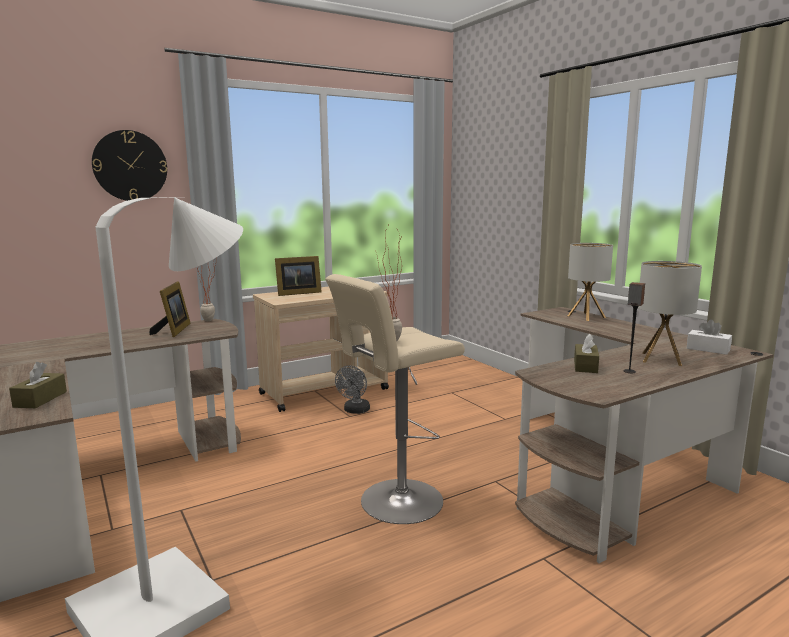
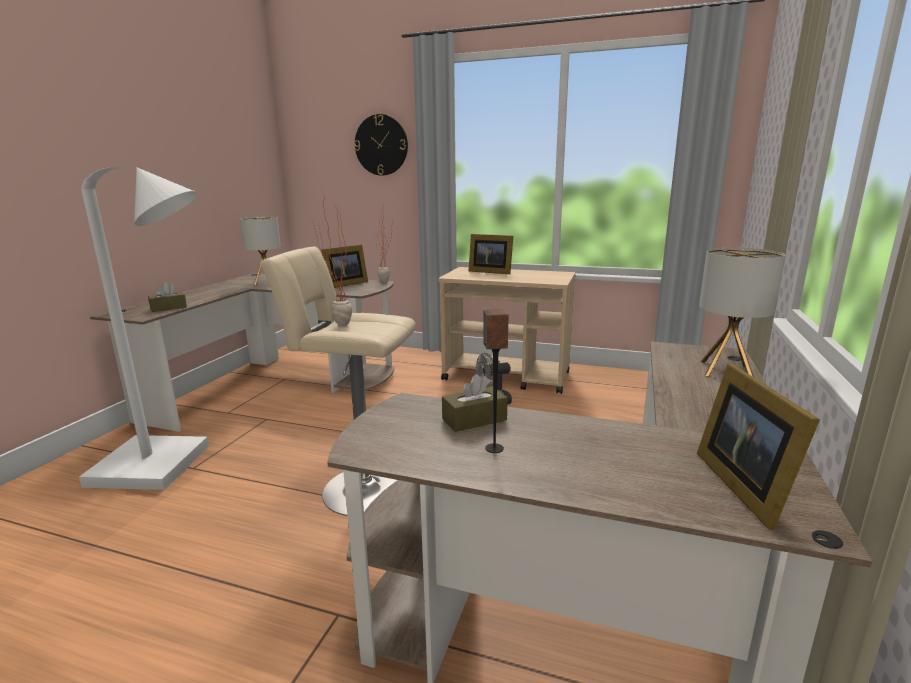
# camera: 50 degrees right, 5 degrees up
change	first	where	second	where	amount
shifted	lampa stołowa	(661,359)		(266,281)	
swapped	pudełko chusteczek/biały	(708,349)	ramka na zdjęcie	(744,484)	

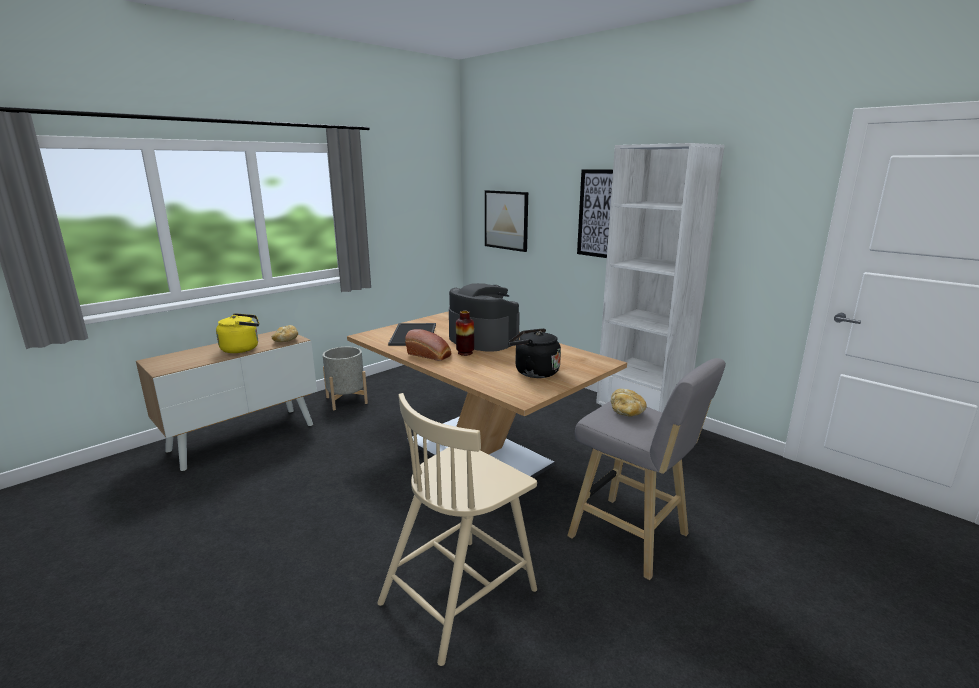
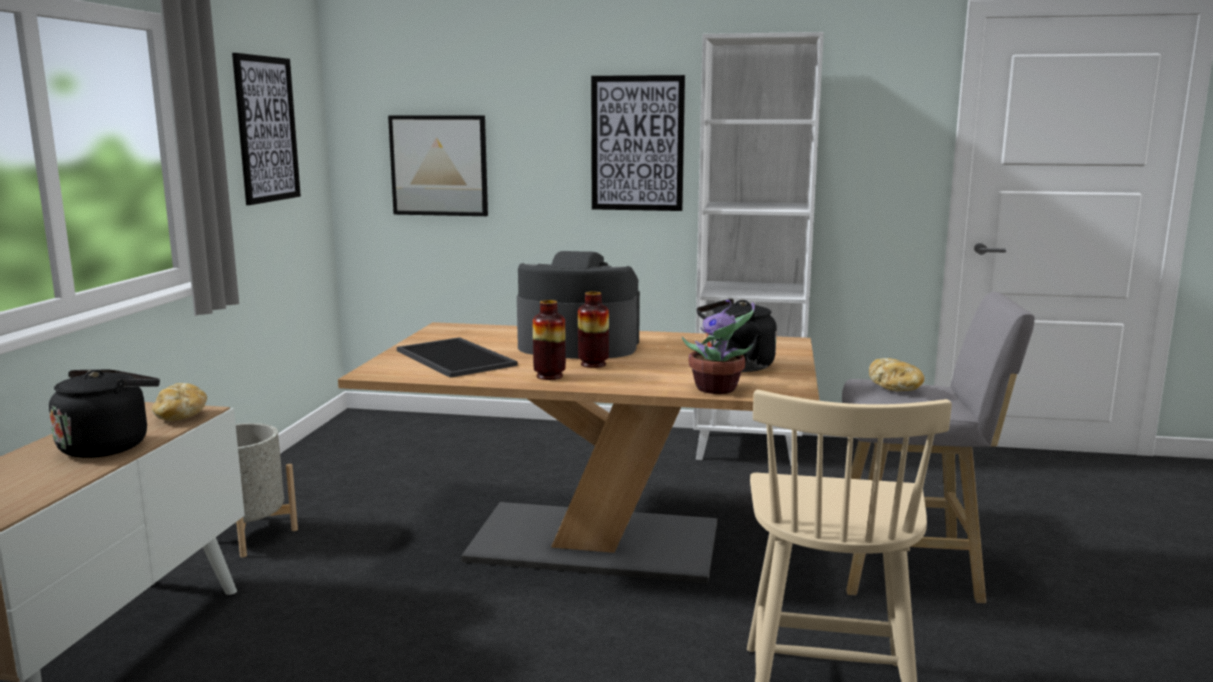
# camera: 35 degrees left, 5 degrees down
change	first	where	second	where	amount
repainted	czajnik/żółty	(242,348)	czajnik/czarny	(108,446)	
swapped	chleb	(430,355)	wazon	(549,376)	
new			obraz	(266,129)	
new			roślina doniczkowa	(718,389)	

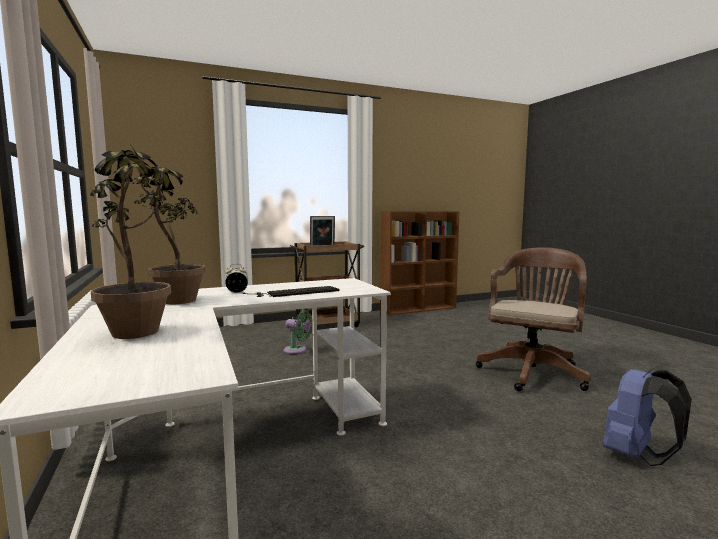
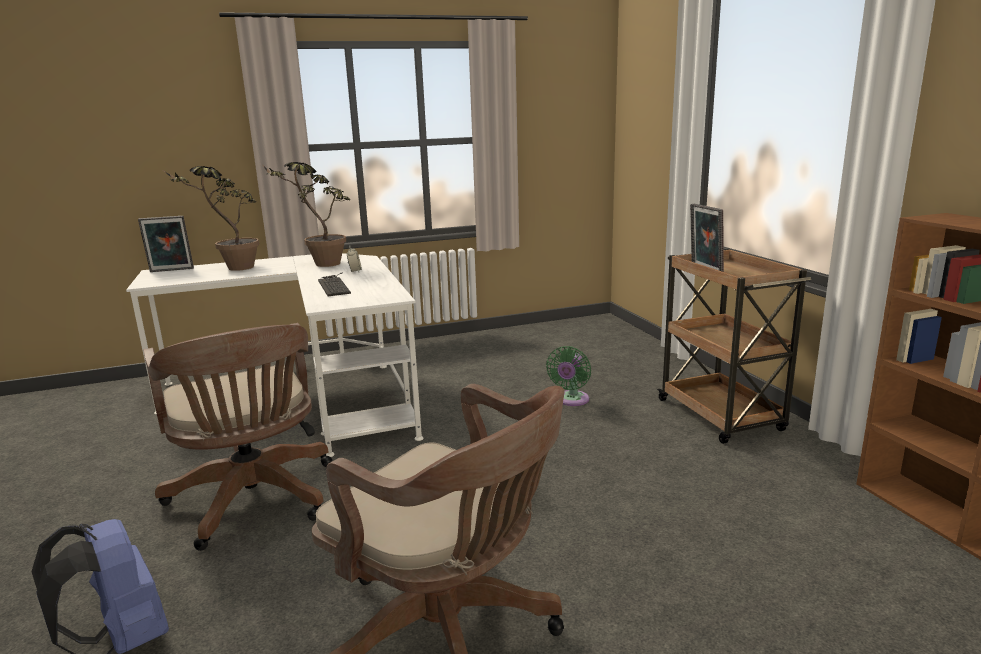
# camera: 95 degrees right, 10 degrees up
change	first	where	second	where	amount
new			ramka na zdjęcie	(171,270)	
new			krzesło biurowe/brązowy	(254,502)	

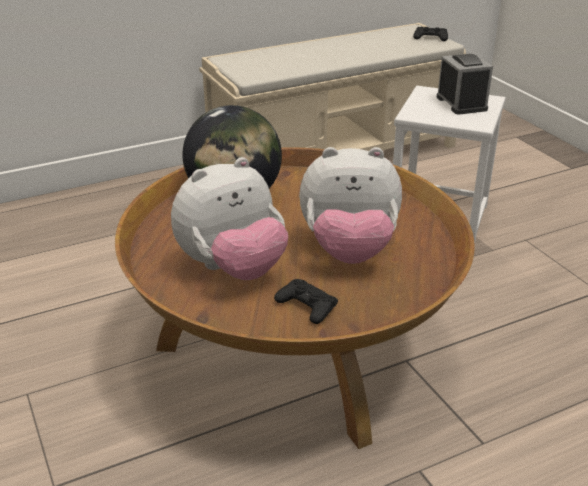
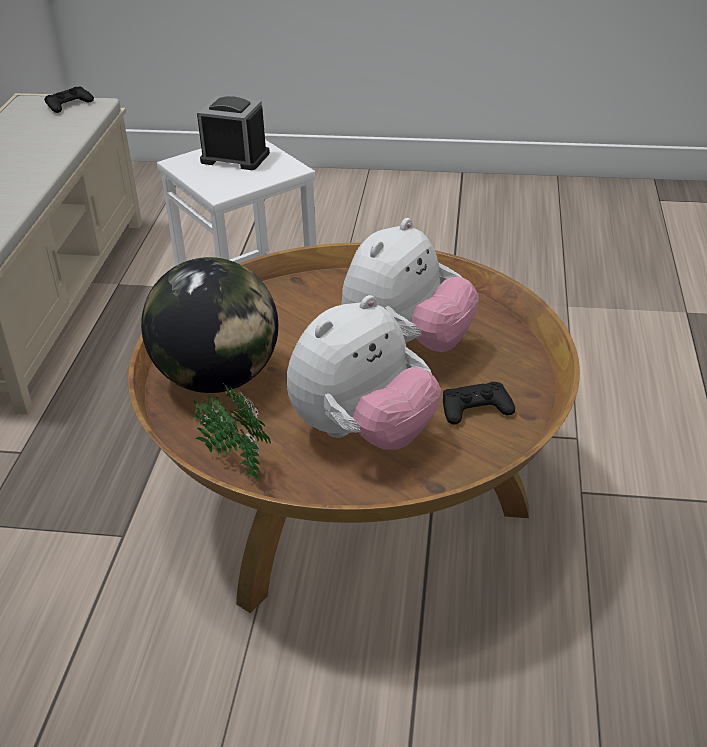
# camera: 55 degrees left, 5 degrees up
change	first	where	second	where	amount
rotated	pluszak	(233,269)		(363,432)	45 degrees clockwise
new			roślina doniczkowa	(235,460)	

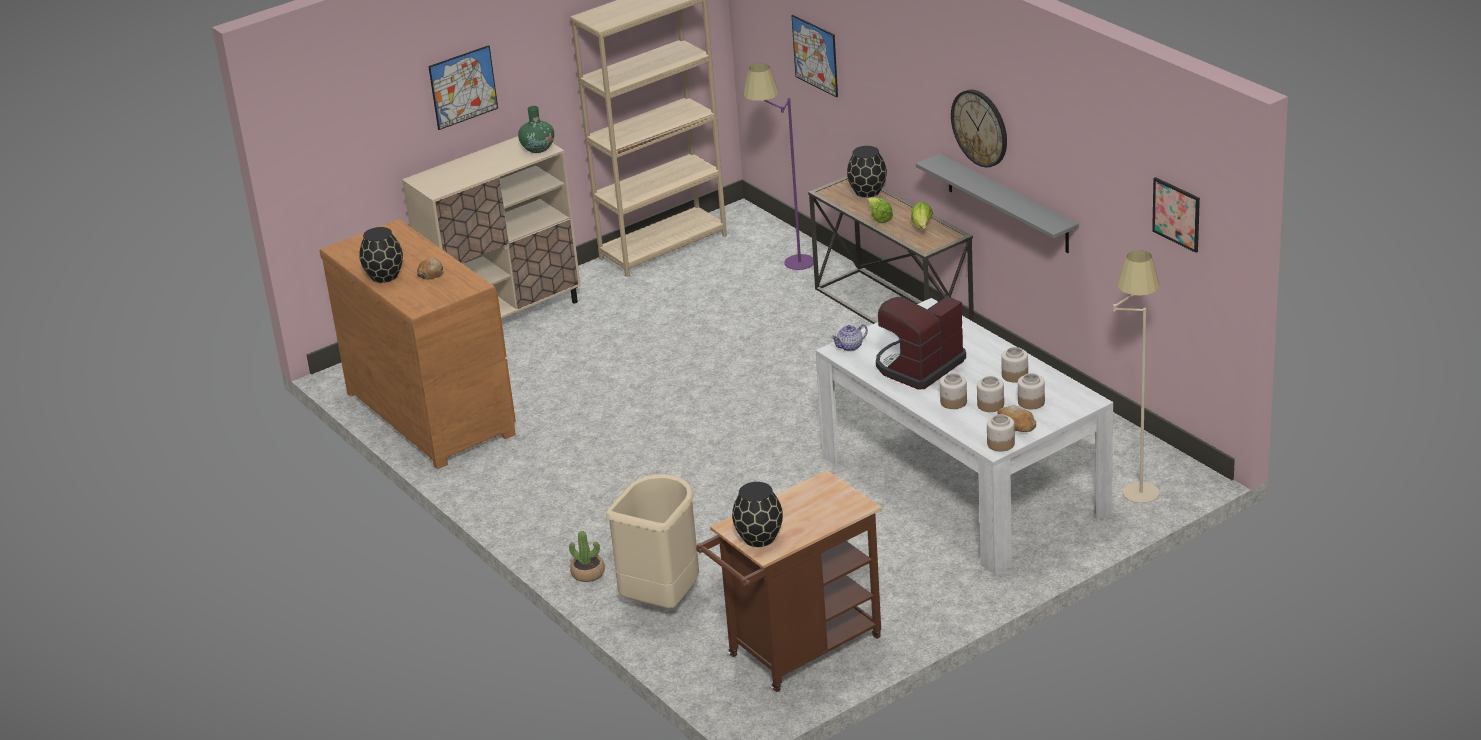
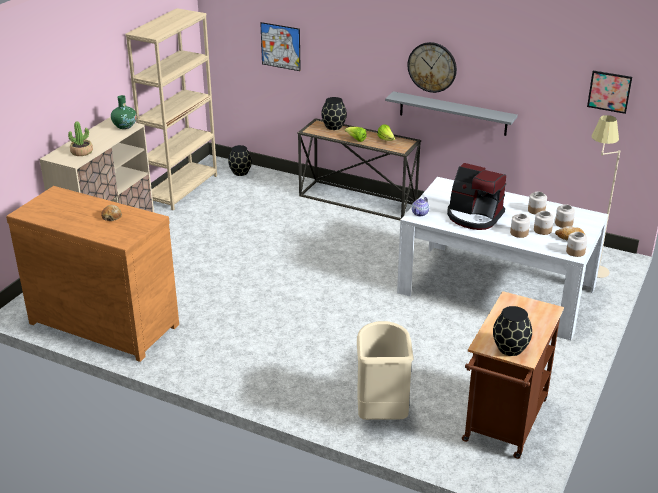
# camera: 30 degrees left, 0 degrees up
change	first	where	second	where	amount
gone	obraz	(463,87)			
gone	lampa stojąca/fioletowy	(785,263)			
shifted	wazon/czarny	(384,276)		(240,172)	
rotated	ekspres do kawy	(918,366)		(474,216)	75 degrees counterclockwise
shifted	roślina doniczkowa	(588,573)		(82,152)	

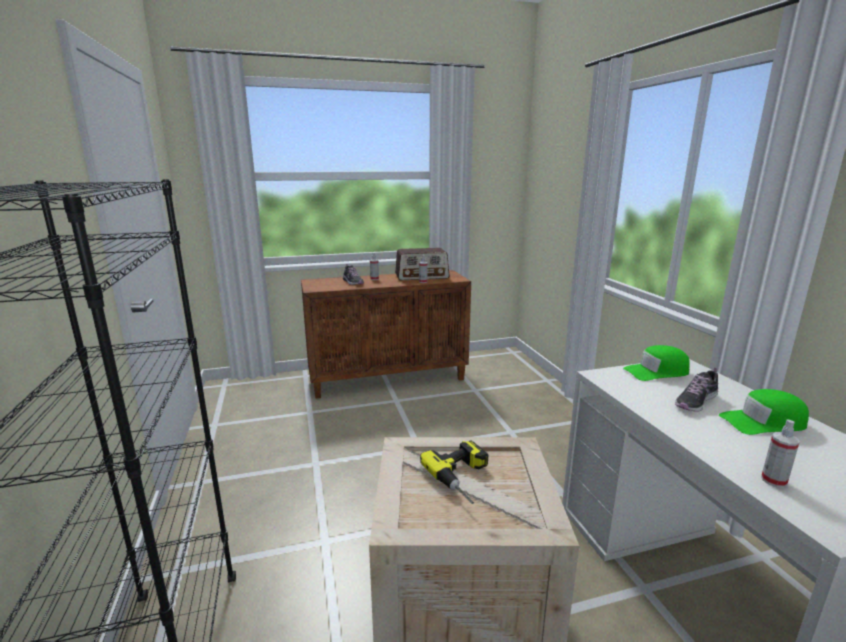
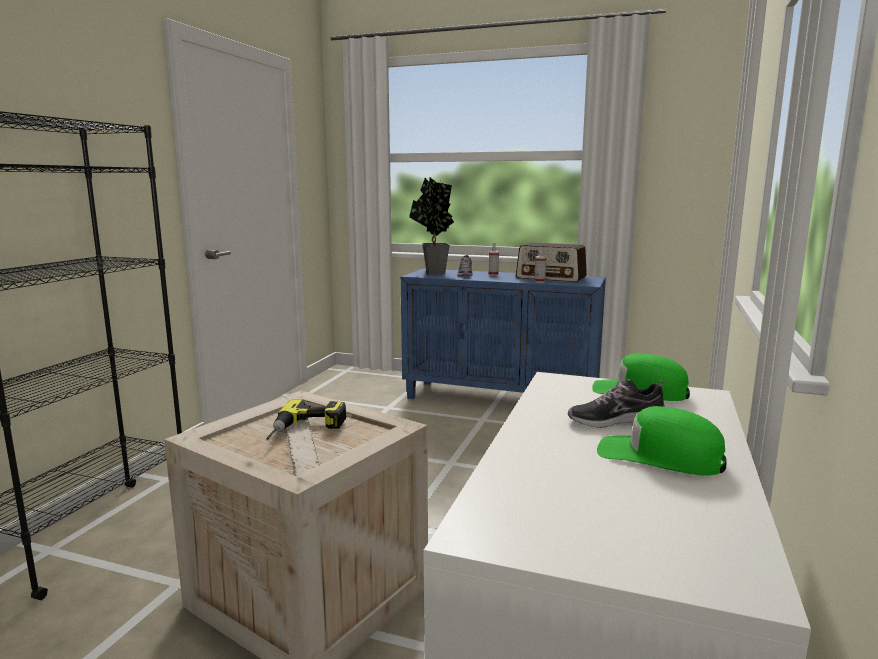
# camera: 35 degrees right, 5 degrees down
change	first	where	second	where	amount
repainted	szafka/brązowy	(388,378)	szafka/niebieski	(501,399)	
gone	spryskiwacz	(773,481)			
new			roślina doniczkowa	(433,273)	

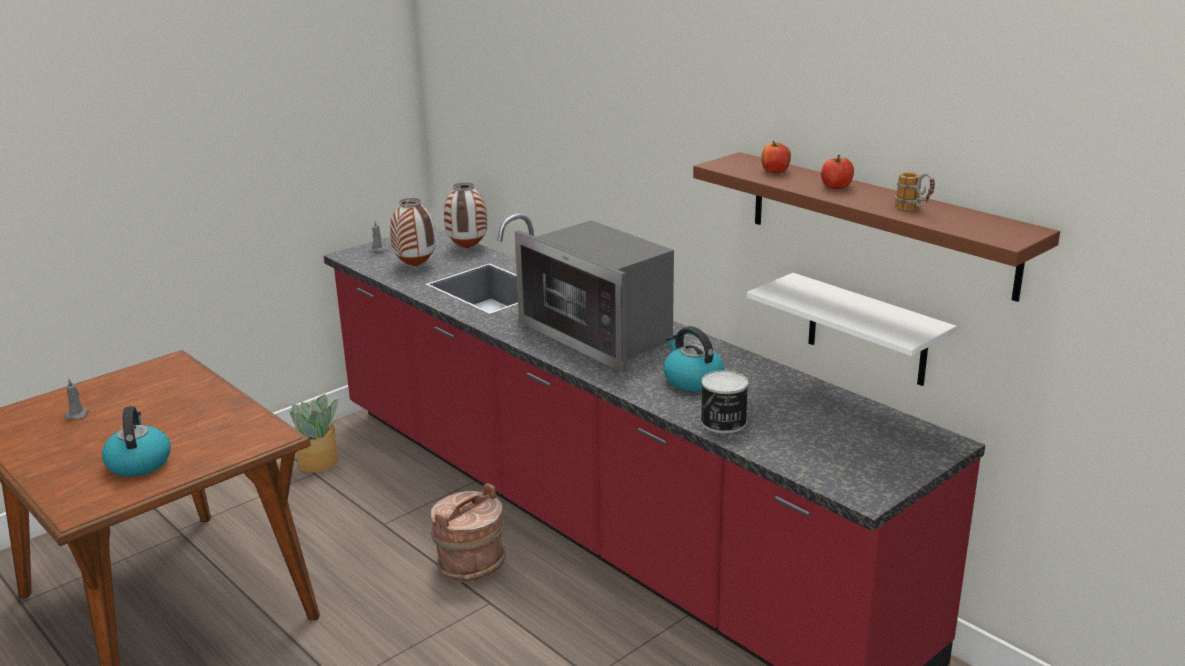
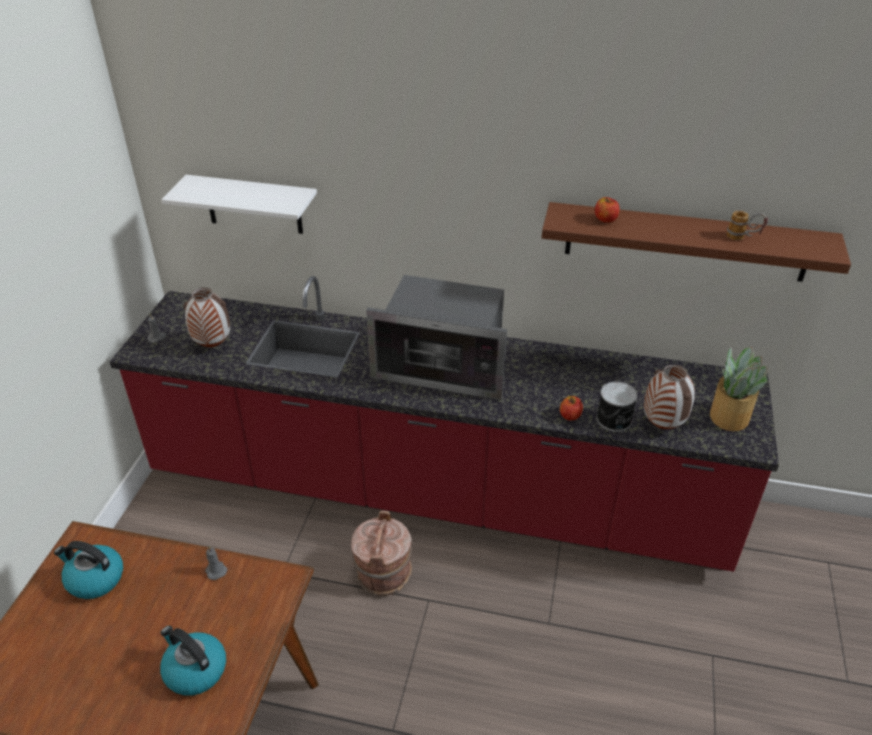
# camera: 35 degrees left, 15 degrees up
change	first	where	second	where	amount
shifted	jabłko	(836,186)		(570,416)	
shifted	wazon	(468,248)		(663,426)	
shifted	półka/biały	(867,330)		(253,204)	
shifted	czajnik	(692,380)		(94,579)	
shifted	świeca/szary	(78,414)		(215,570)	
shifted	roślina doniczkowa	(319,462)		(730,416)	

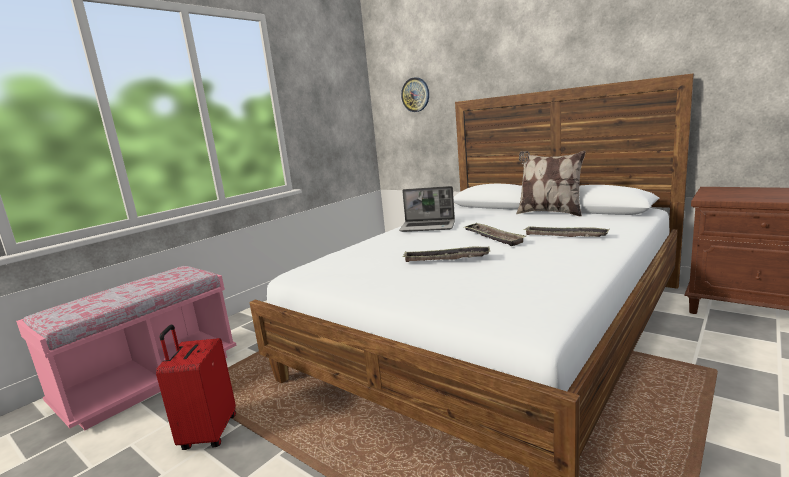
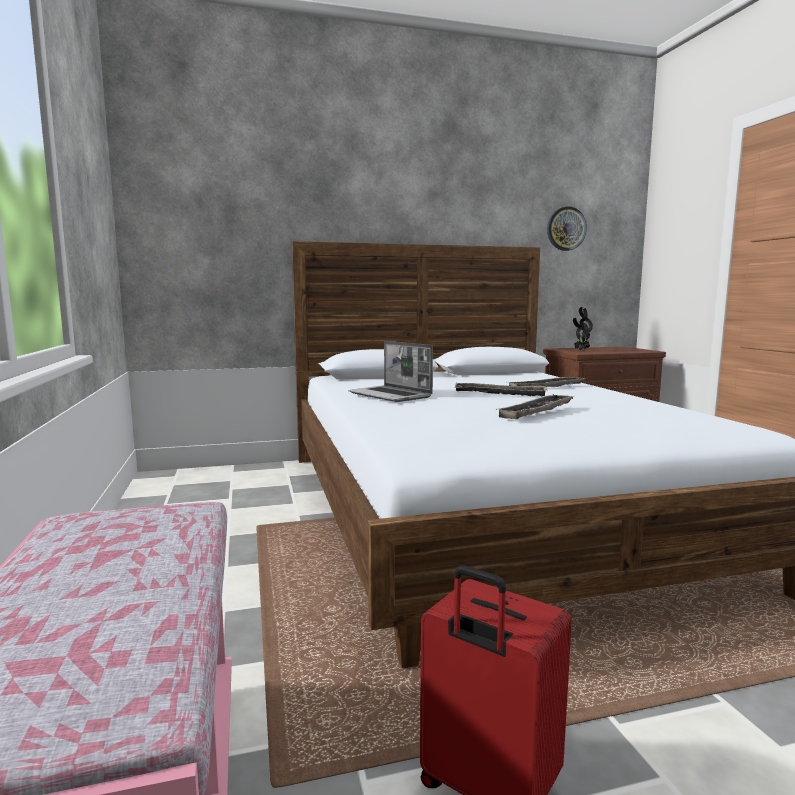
# camera: 55 degrees left, 5 degrees down
change	first	where	second	where	amount
shifted	zegar ścienny	(415,94)		(566,229)	
gone	poduszka	(549,213)			
rotated	laptop	(428,227)		(391,395)	90 degrees clockwise
new			roślina doniczkowa	(581,350)	

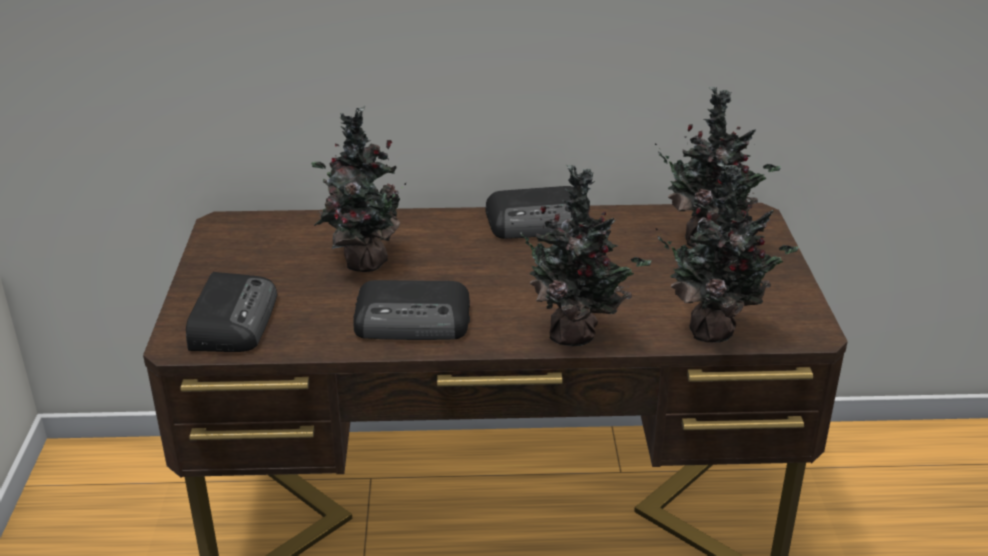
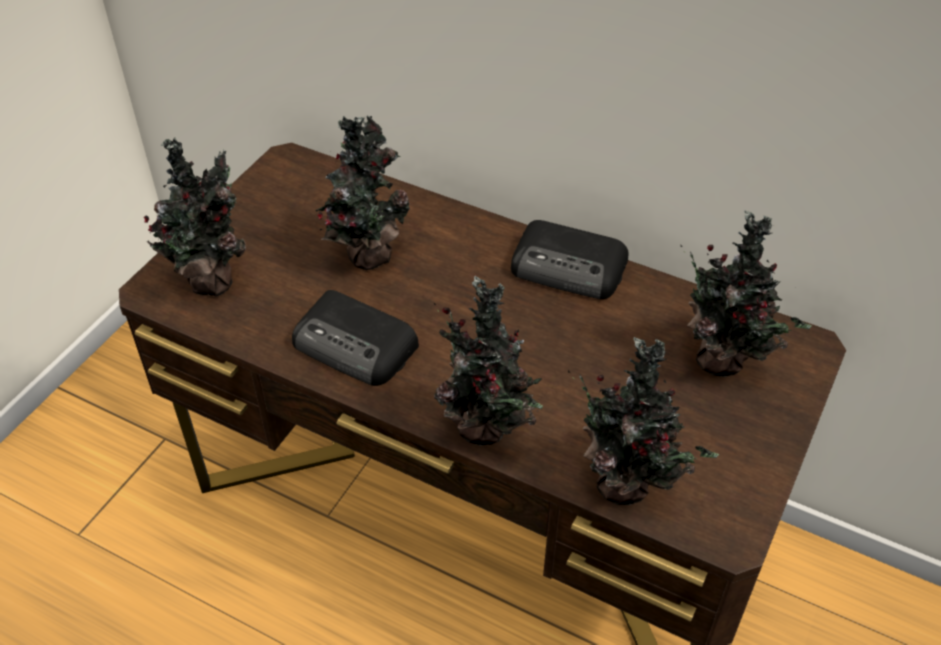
# camera: 30 degrees right, 15 degrees up
change	first	where	second	where	amount
swapped	radio	(233,320)	roślina doniczkowa	(212,279)	

